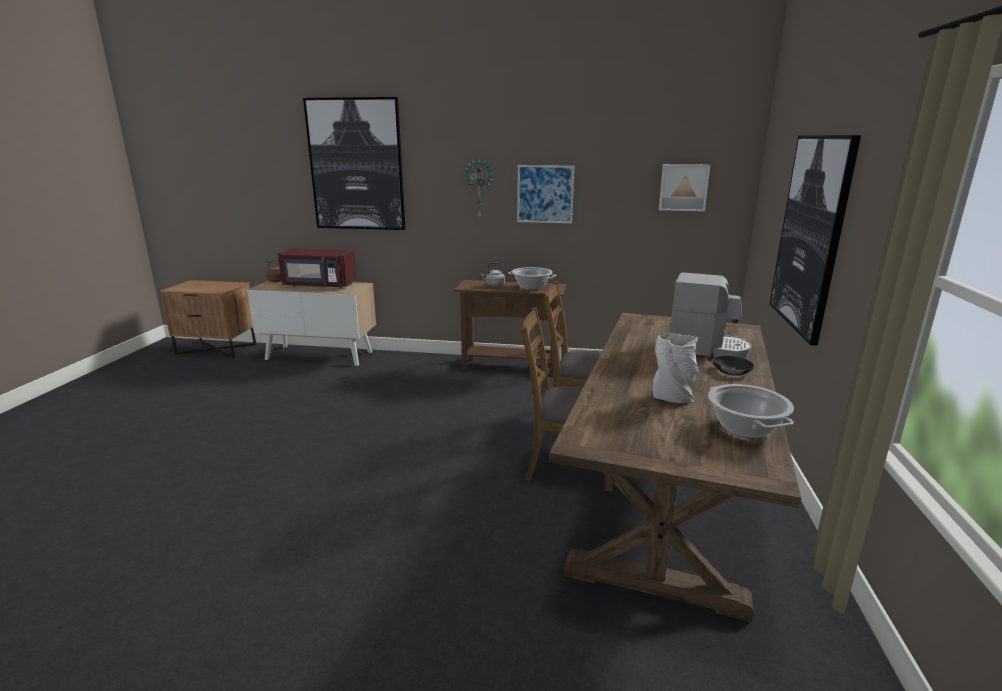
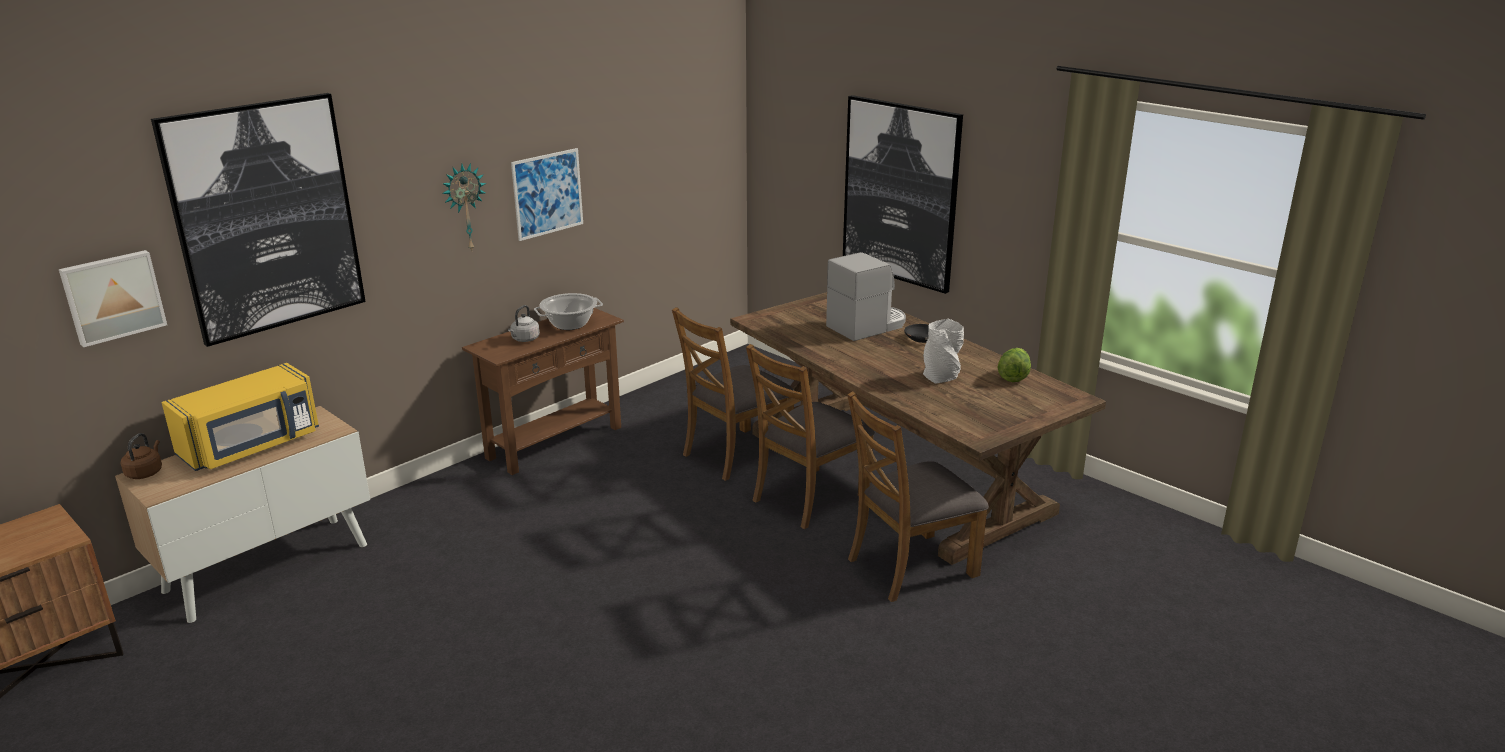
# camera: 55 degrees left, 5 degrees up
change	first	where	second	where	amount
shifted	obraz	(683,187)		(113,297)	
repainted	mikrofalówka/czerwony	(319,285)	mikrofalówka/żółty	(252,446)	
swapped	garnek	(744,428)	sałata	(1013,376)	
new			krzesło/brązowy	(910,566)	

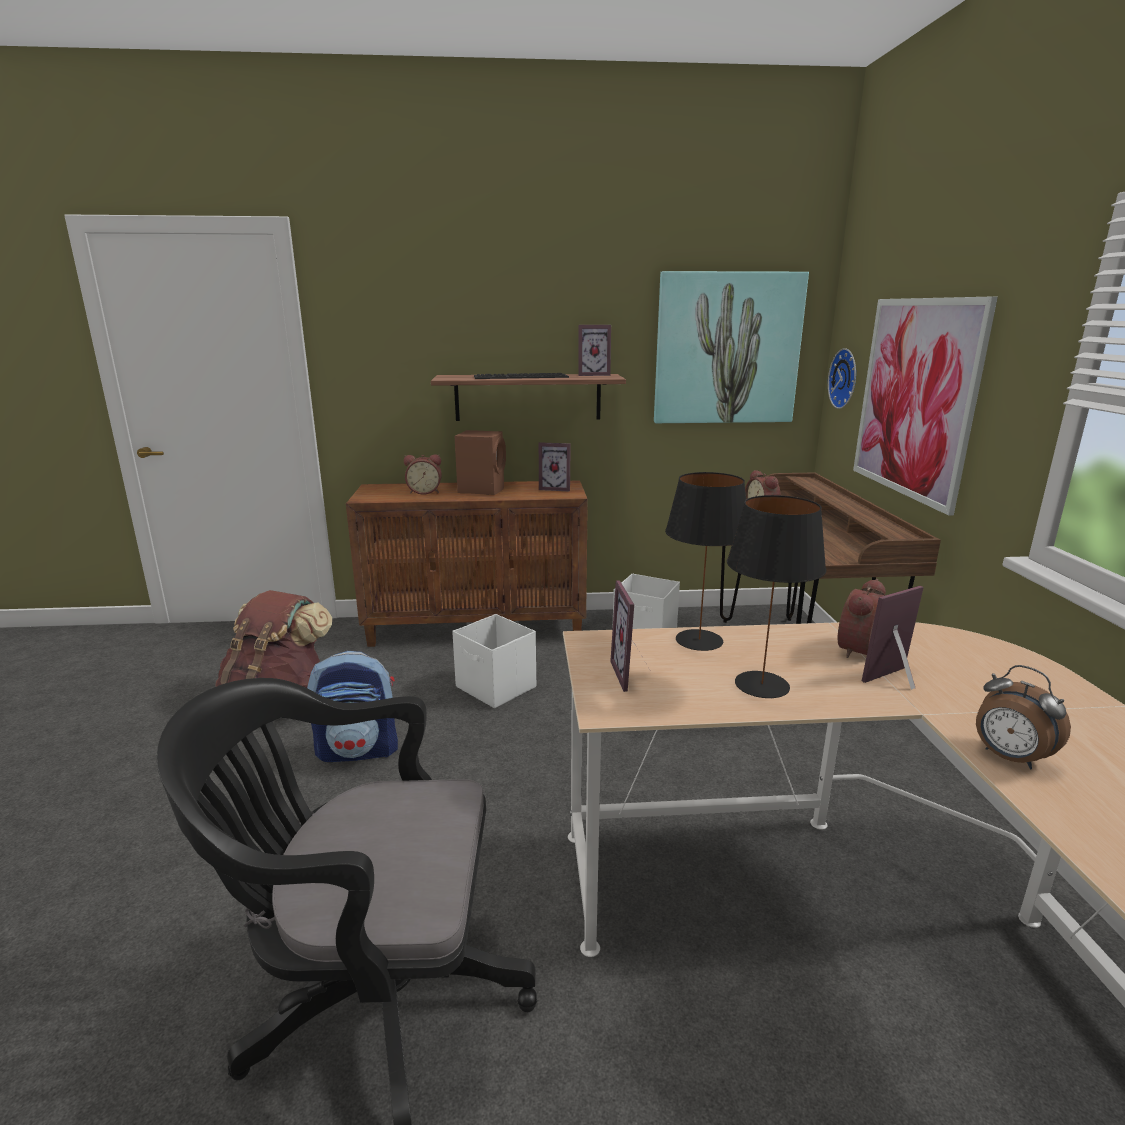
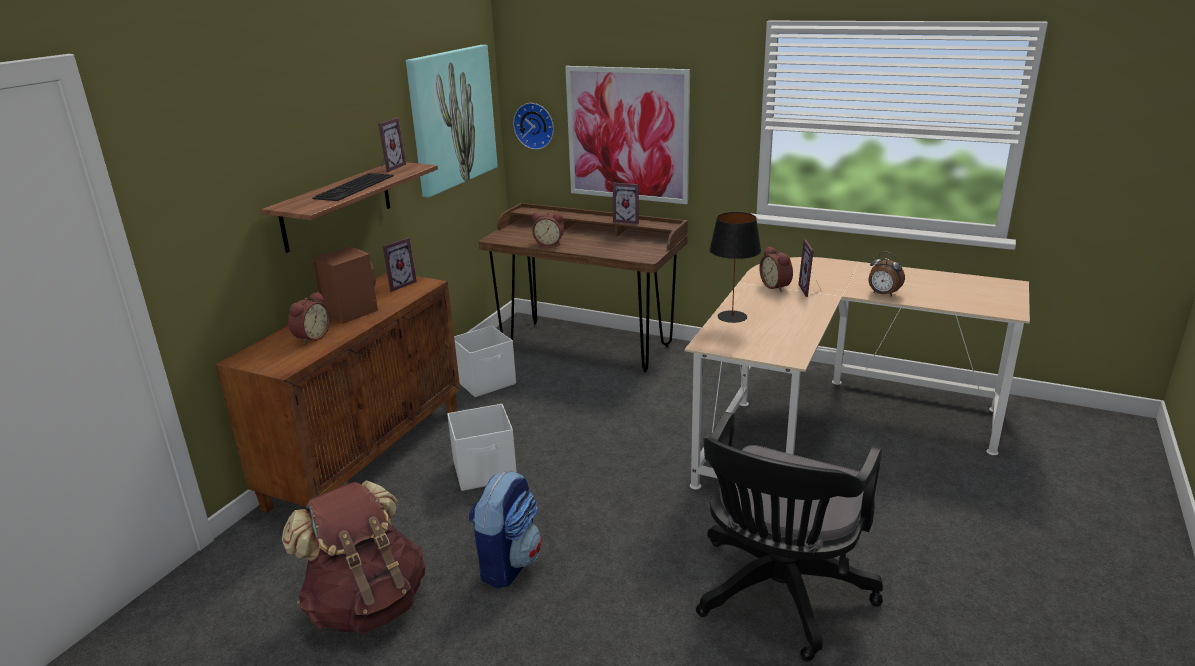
# camera: 60 degrees left, 5 degrees up
change	first	where	second	where	amount
gone	lampa stołowa/czarny	(761,685)			
shifted	ramka na zdjęcie	(634,675)		(628,221)	
rotated	budzik	(1009,758)		(883,294)	45 degrees clockwise

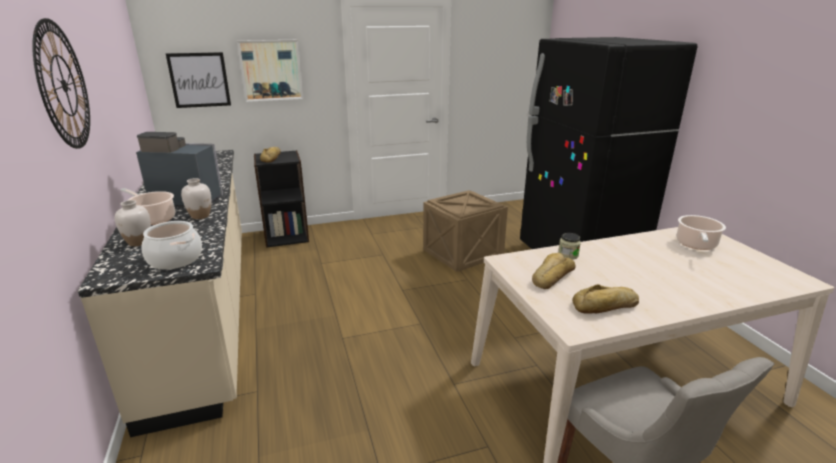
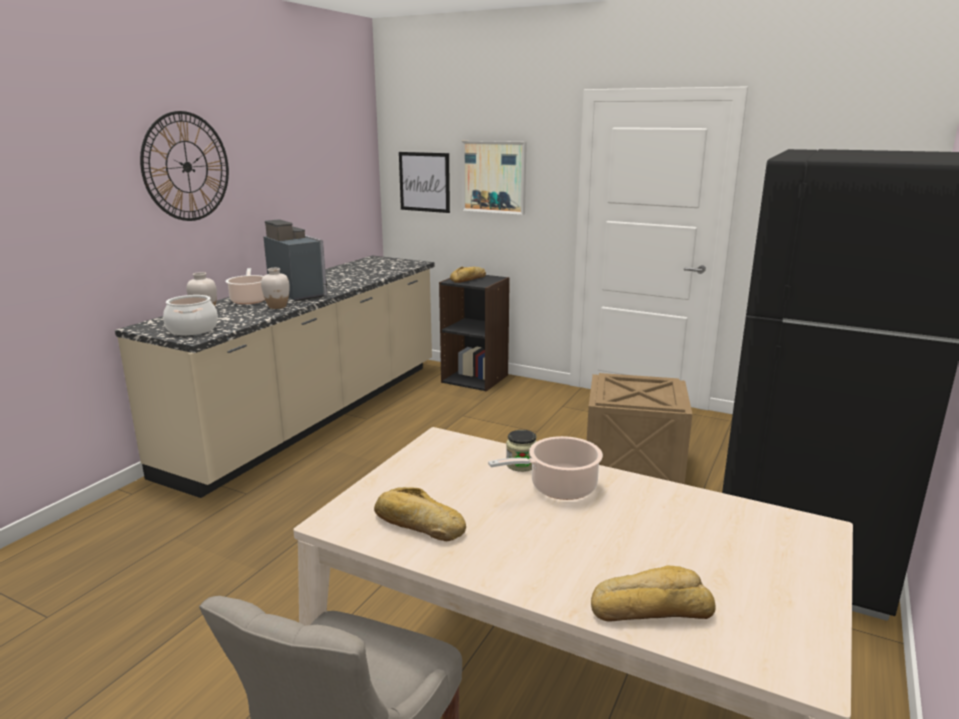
# camera: 45 degrees right, 5 degrees down
change	first	where	second	where	amount
shifted	garnek	(696,245)		(559,487)	
shifted	chleb	(551,276)		(650,607)	

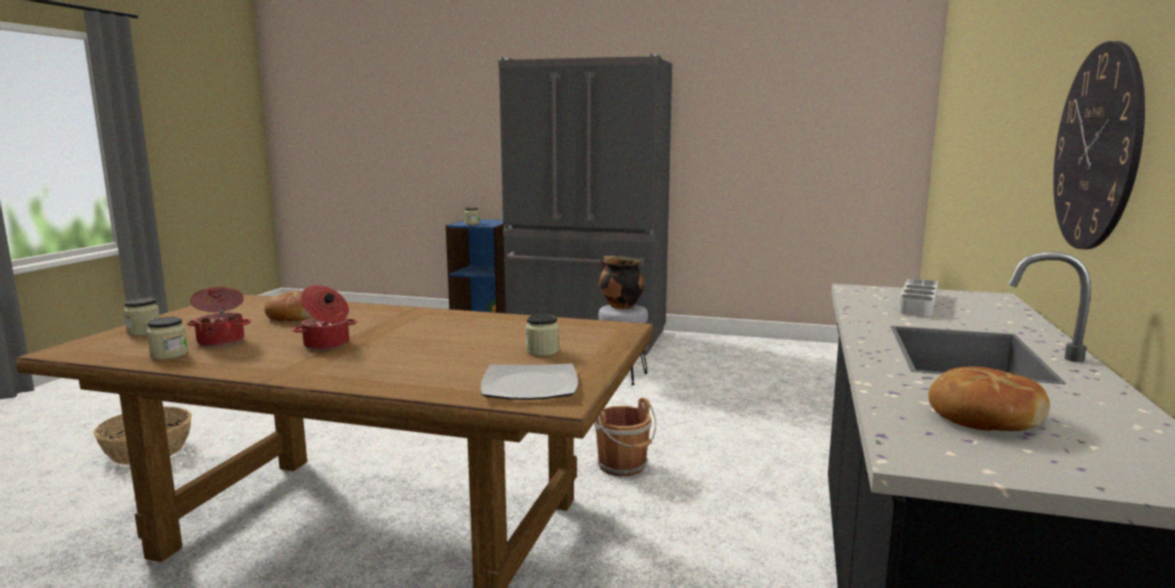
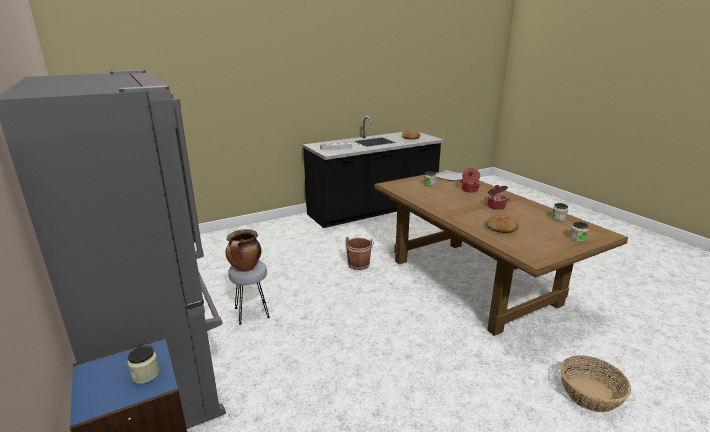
# camera: 135 degrees left, 10 degrees up
change	first	where	second	where	amount
gone	zegar ścienny	(1097,148)			
shifted	garnek	(221,341)		(469,190)	

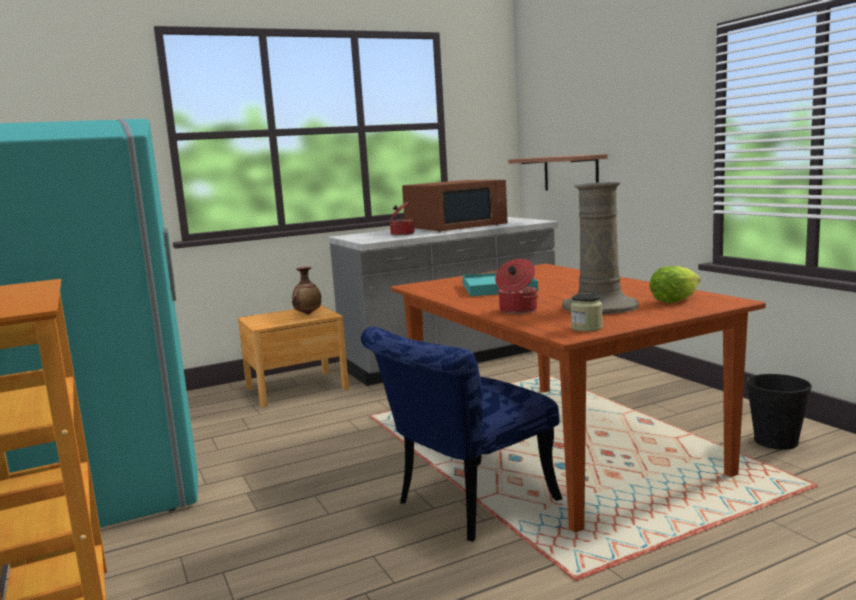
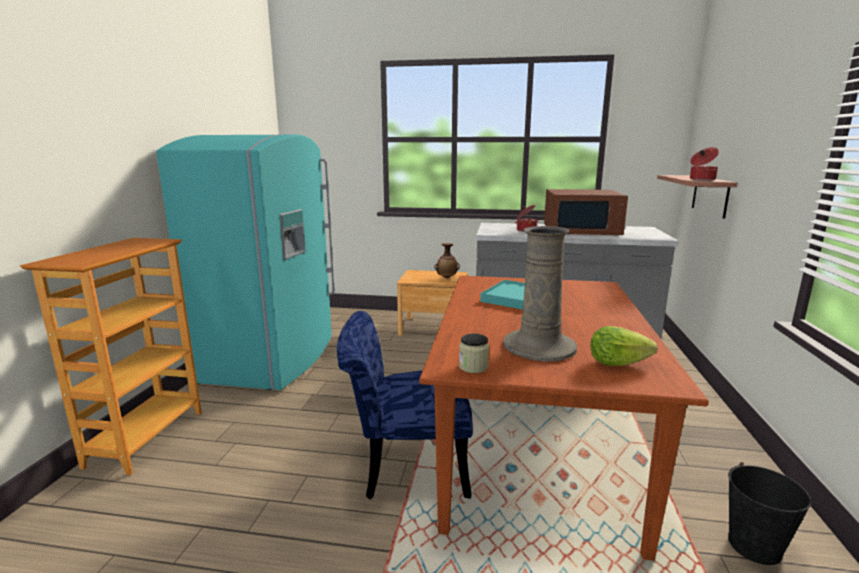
# camera: 35 degrees right, 5 degrees up
change	first	where	second	where	amount
shifted	garnek	(517,310)		(701,179)	

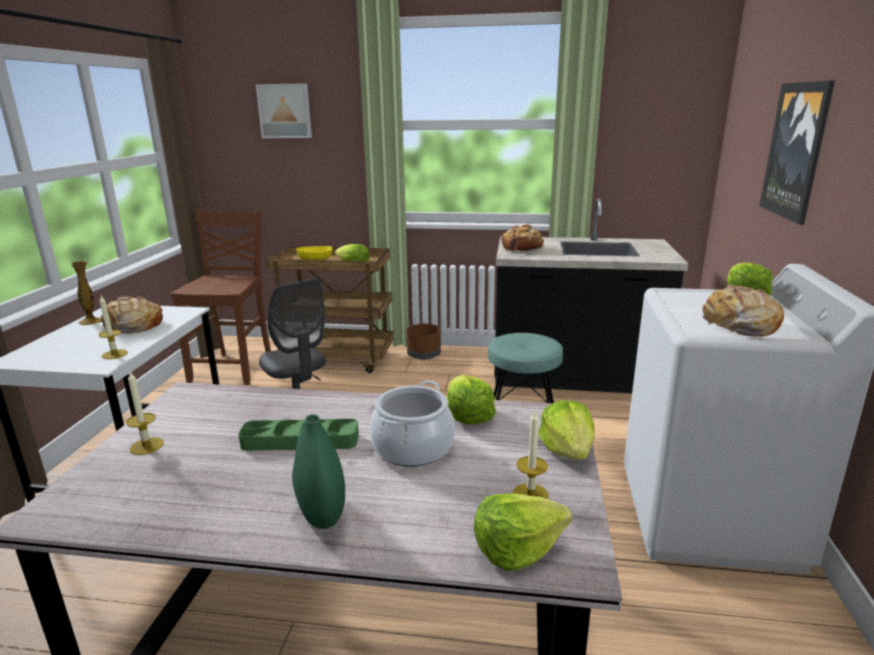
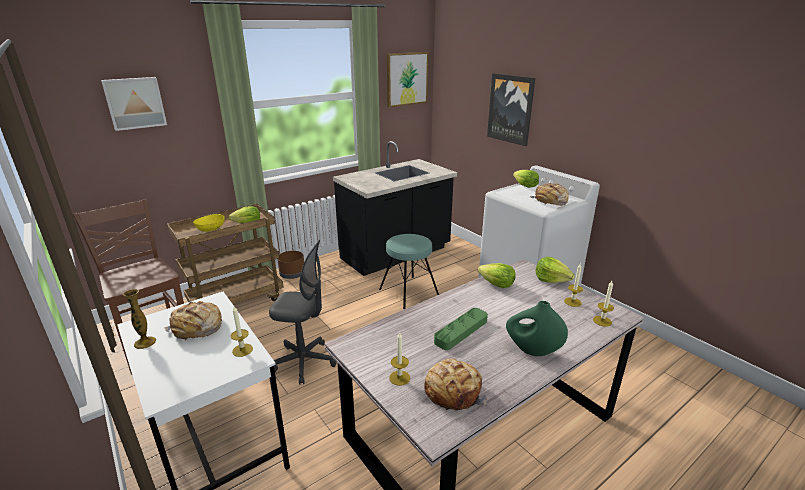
# camera: 45 degrees left, 5 degrees up
change	first	where	second	where	amount
shifted	chleb	(522,248)		(453,391)	
gone	garnek	(413,448)			
swapped	sałata	(517,548)	świeca	(602,321)	
new			obraz	(407,79)	

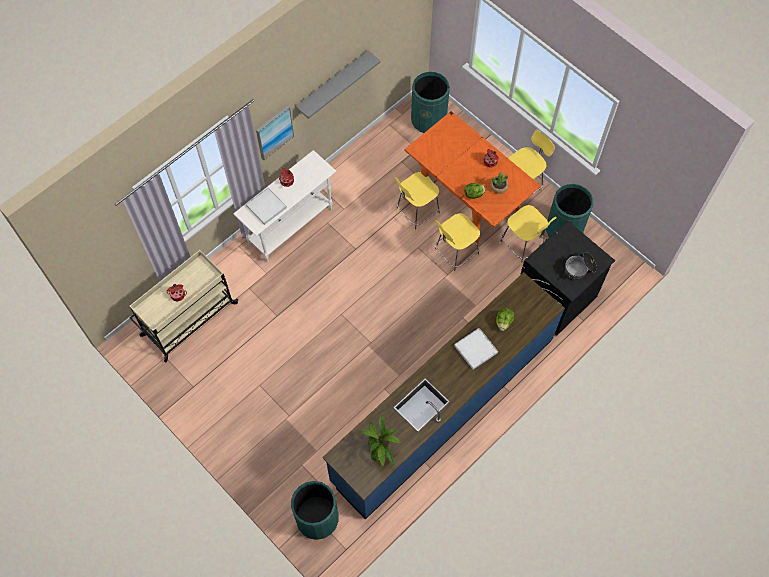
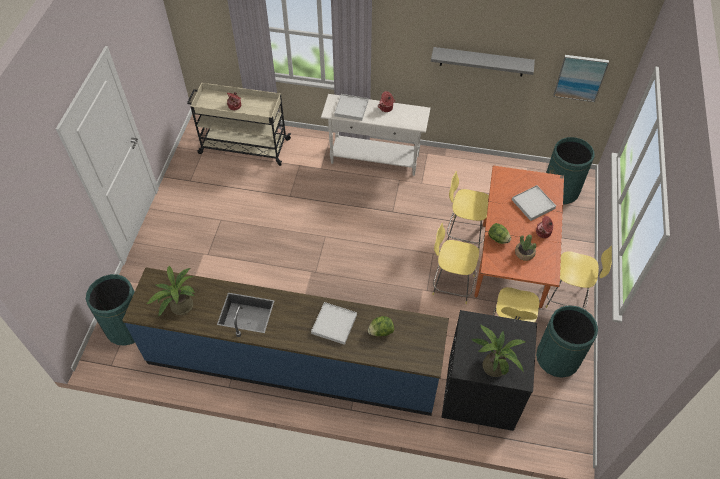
# camera: 55 degrees right, 10 degrees down
change	first	where	second	where	amount
shifted	obraz	(274,132)		(580,77)	
swapped	garnek	(579,269)	roślina doniczkowa	(493,364)	
new			taca/biały	(533,204)	

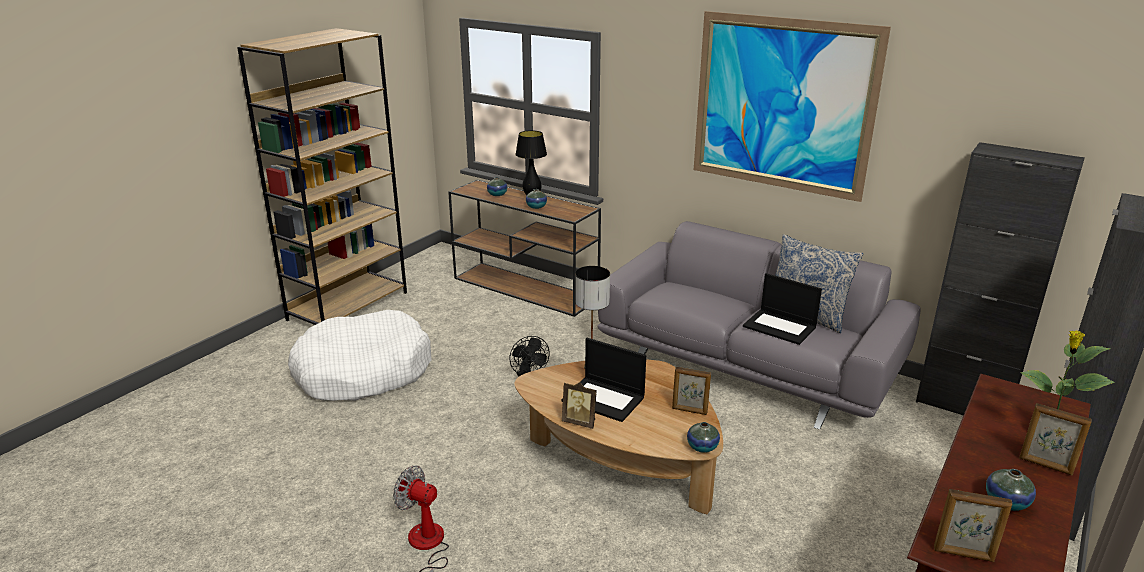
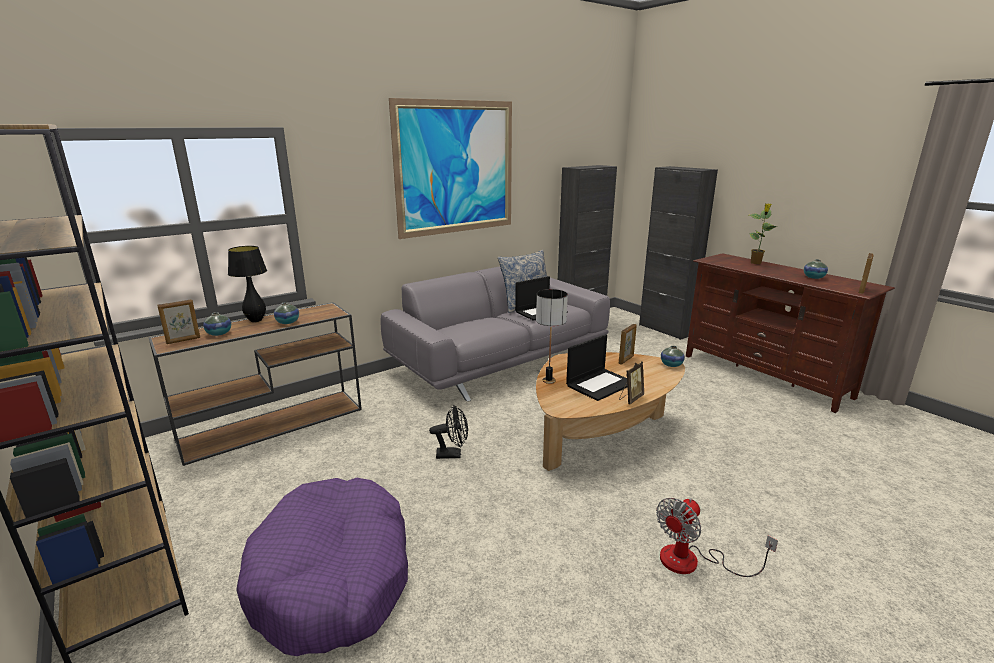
# camera: 70 degrees left, 5 degrees down
change	first	where	second	where	amount
repainted	legowisko/biały	(363,371)	legowisko/fioletowy	(333,577)	
shifted	ramka na zdjęcie	(1045,466)		(183,340)	

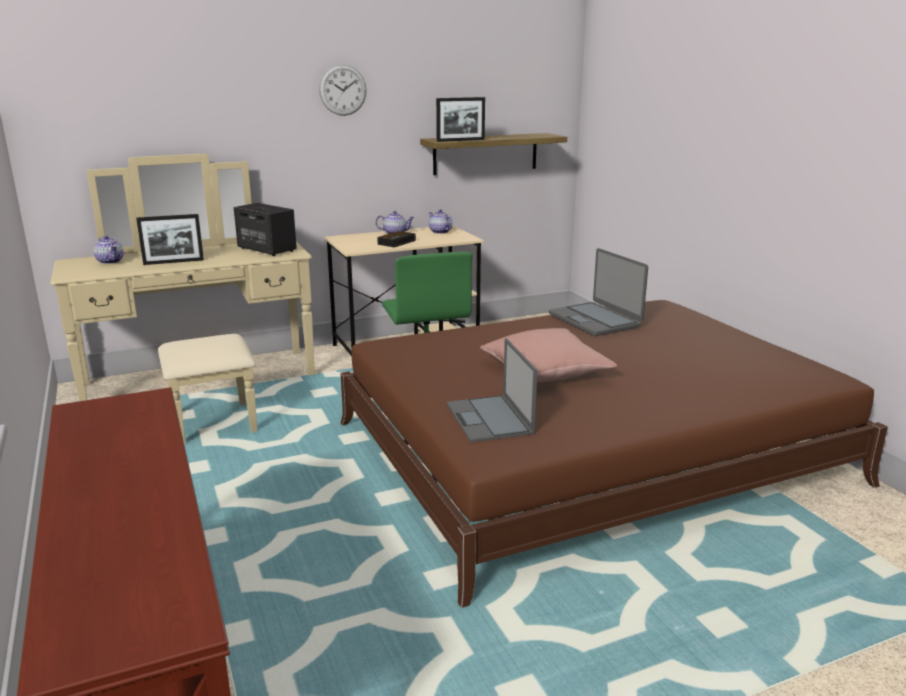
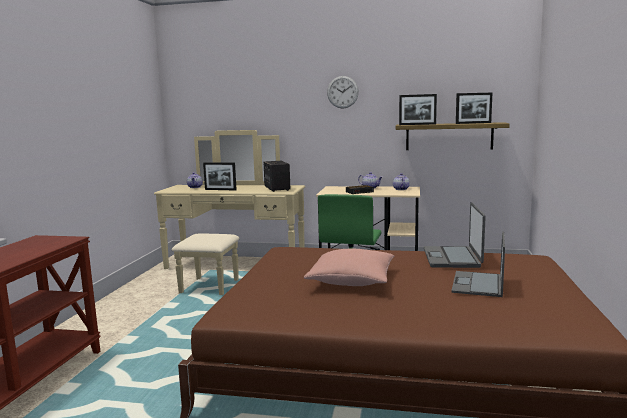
# camera: 35 degrees right, 10 degrees down
change	first	where	second	where	amount
shifted	laptop	(490,419)		(478,284)	
new			ramka na zdjęcie	(473,123)	

